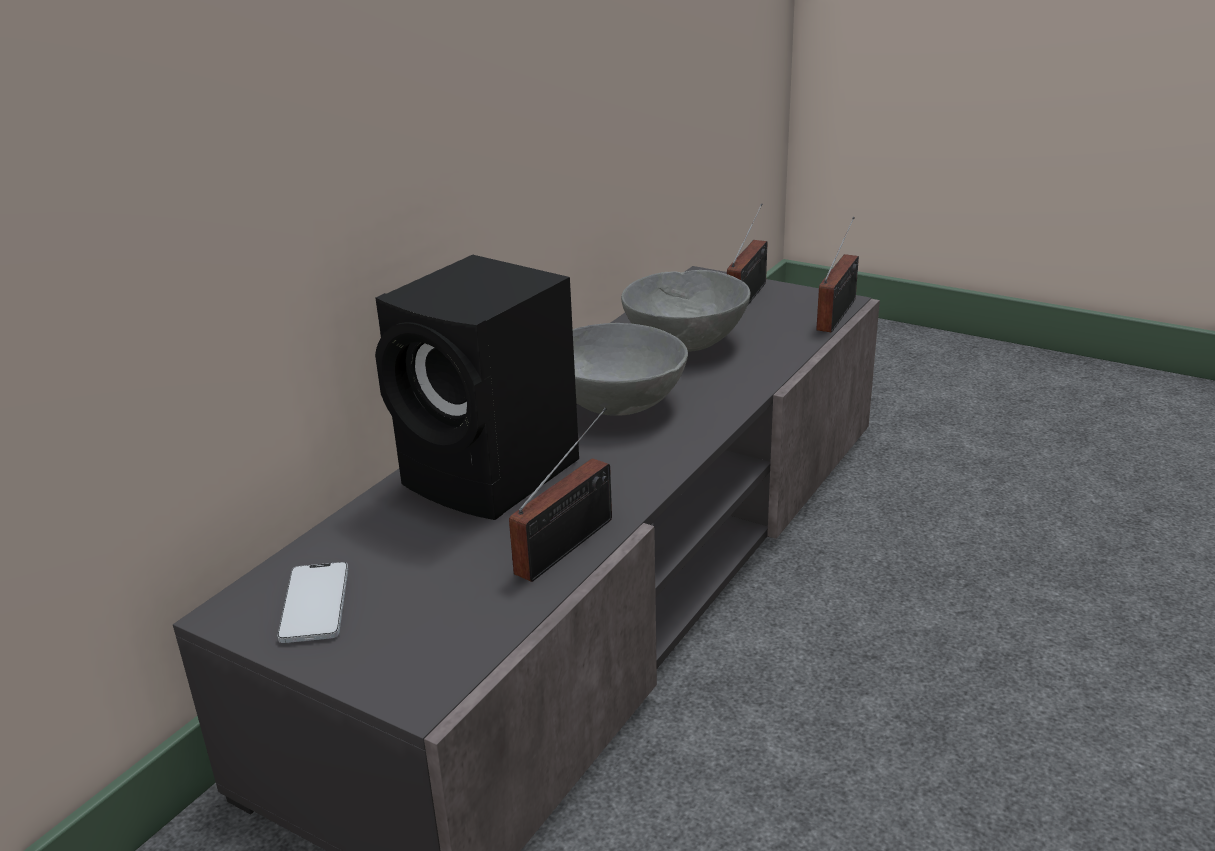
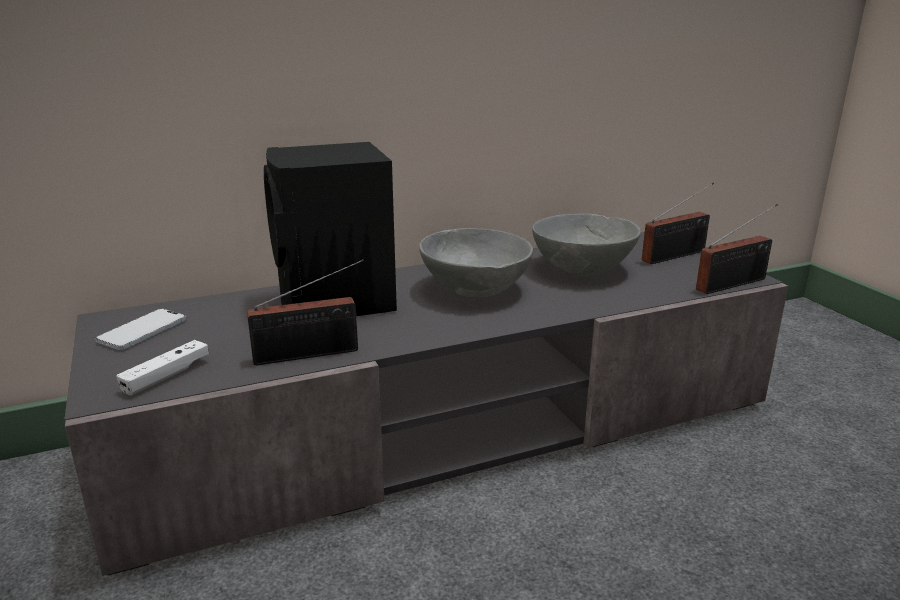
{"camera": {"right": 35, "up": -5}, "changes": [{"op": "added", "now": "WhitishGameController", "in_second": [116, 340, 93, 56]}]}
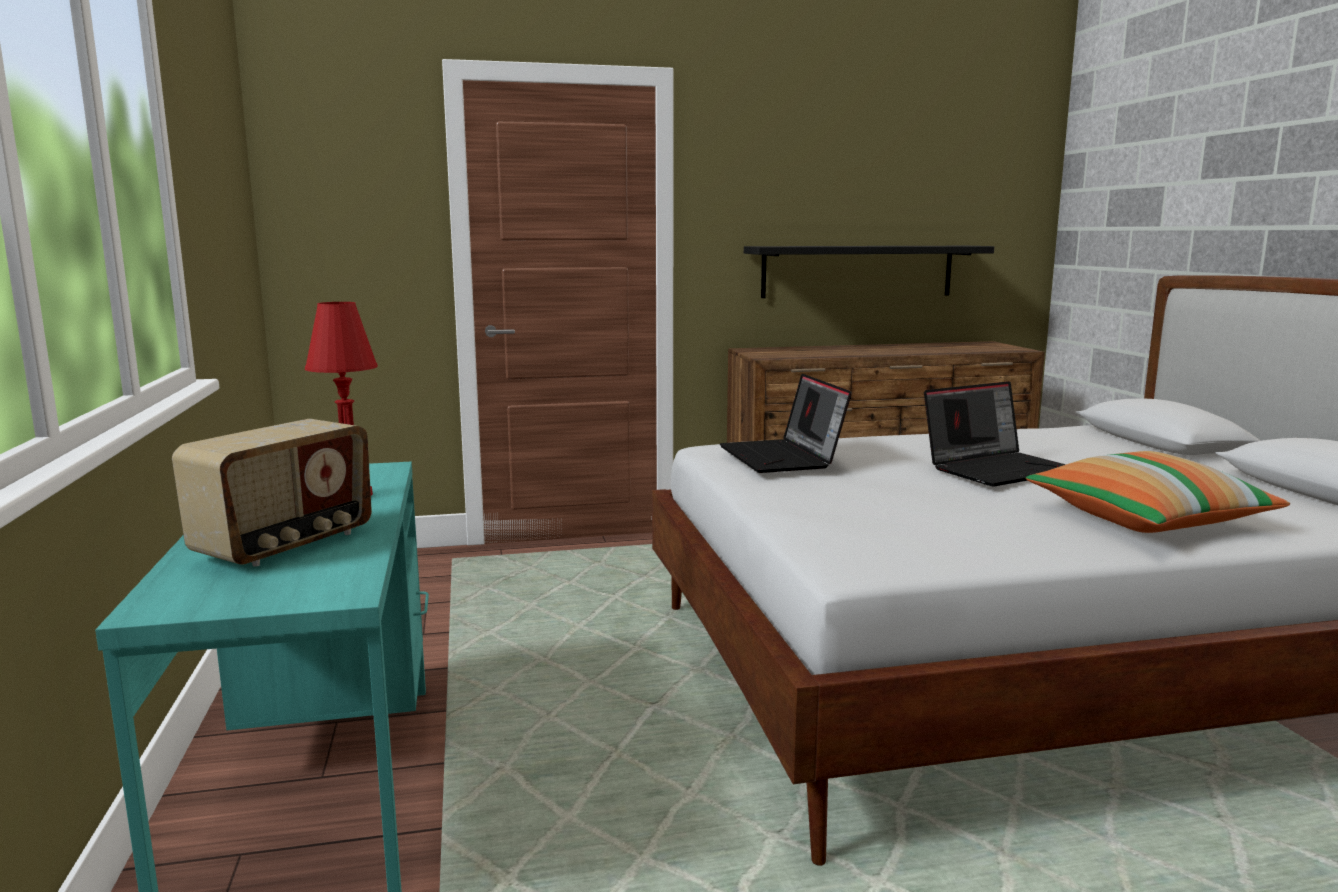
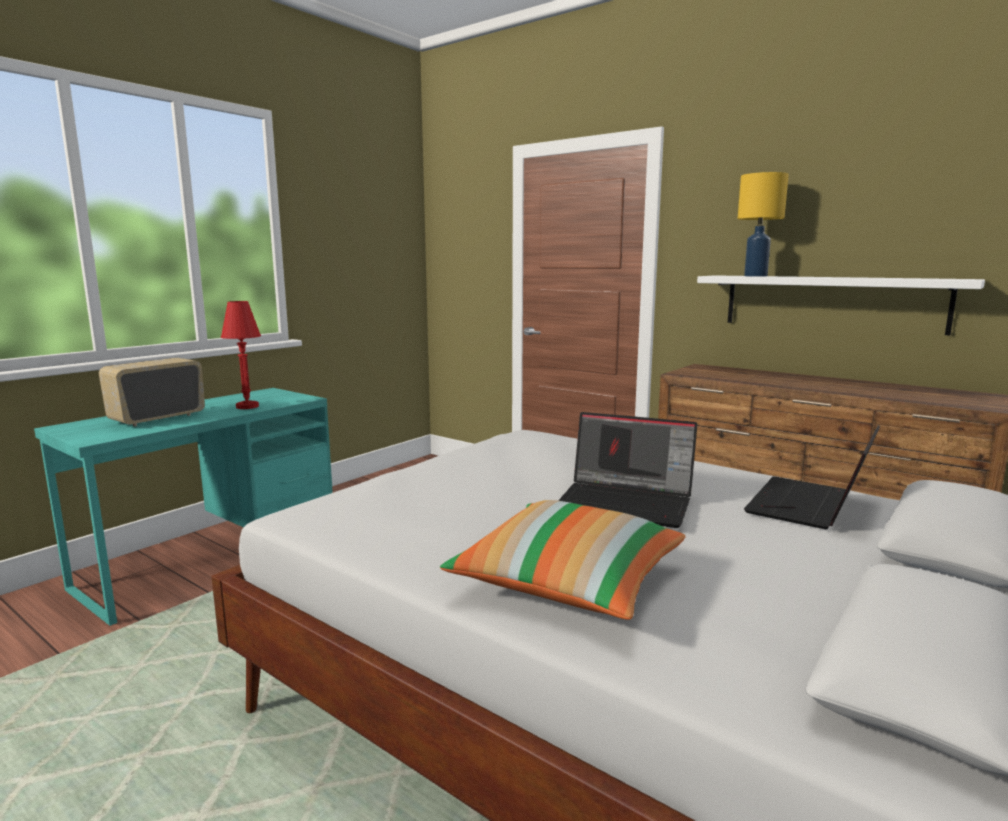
{"camera": {"right": 50, "up": 0}, "changes": [{"op": "turned", "was": "RadioSet", "in_first": [172, 419, 200, 148], "in_second": [99, 358, 106, 68], "clockwise": 135}, {"op": "recoloured", "was": "BlackColouredBracketShelf", "now": "WhitishBracketShelf", "in_first": [744, 246, 250, 52], "in_second": [697, 275, 288, 60]}, {"op": "added", "now": "YellowTabletopLamp", "in_second": [738, 172, 51, 105]}, {"op": "moved", "was": "NotebookComputer", "in_first": [720, 374, 132, 99], "in_second": [744, 425, 136, 104]}]}
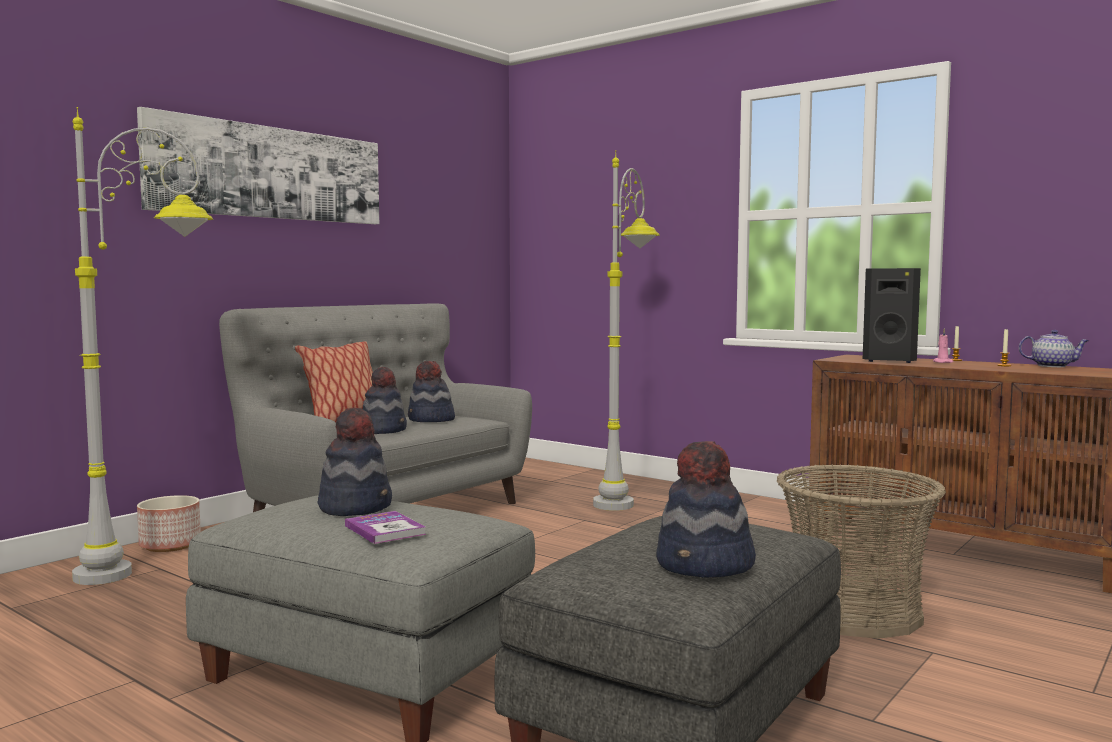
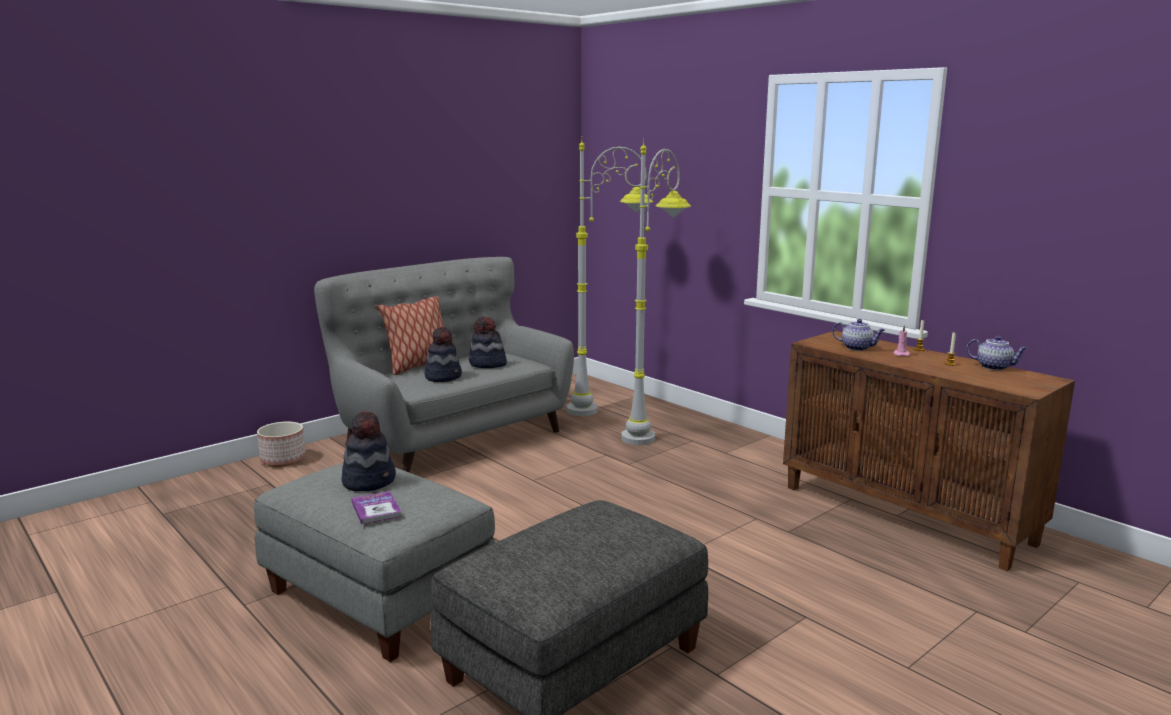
{"camera": {"right": 10, "up": 10}, "changes": [{"op": "moved", "was": "GreyishStandingLamp", "in_first": [72, 107, 141, 478], "in_second": [567, 139, 86, 277]}, {"op": "replaced", "was": "BlackColouredLoudspeaker", "now": "Teapot", "in_first": [863, 268, 58, 95], "in_second": [833, 319, 52, 32]}, {"op": "removed", "was": "Picture", "in_first": [137, 107, 242, 117]}, {"op": "removed", "was": "WearableHat", "in_first": [656, 441, 100, 137]}, {"op": "removed", "was": "Basket", "in_first": [777, 464, 169, 175]}]}
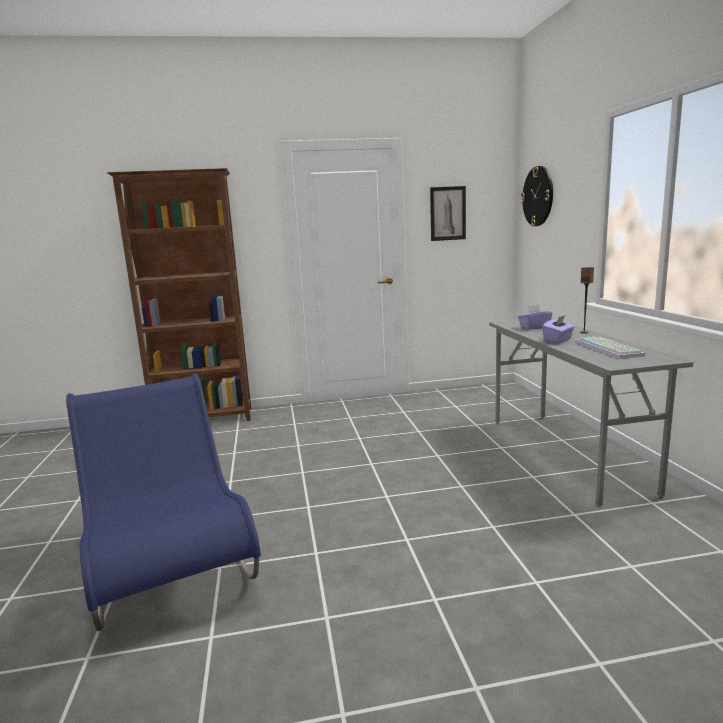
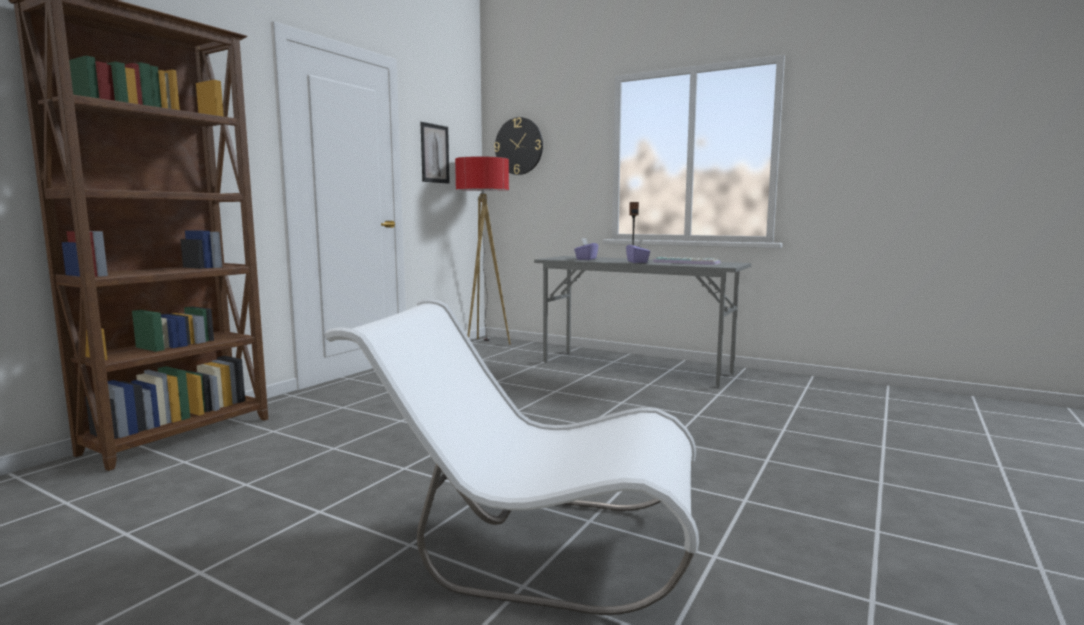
{"camera": {"right": -50, "up": -5}, "changes": [{"op": "recoloured", "was": "BlueColouredUprightChair", "now": "WhitishUprightChair", "in_first": [66, 373, 195, 258], "in_second": [325, 299, 374, 316]}, {"op": "added", "now": "StandingLamp", "in_second": [455, 156, 56, 189]}]}
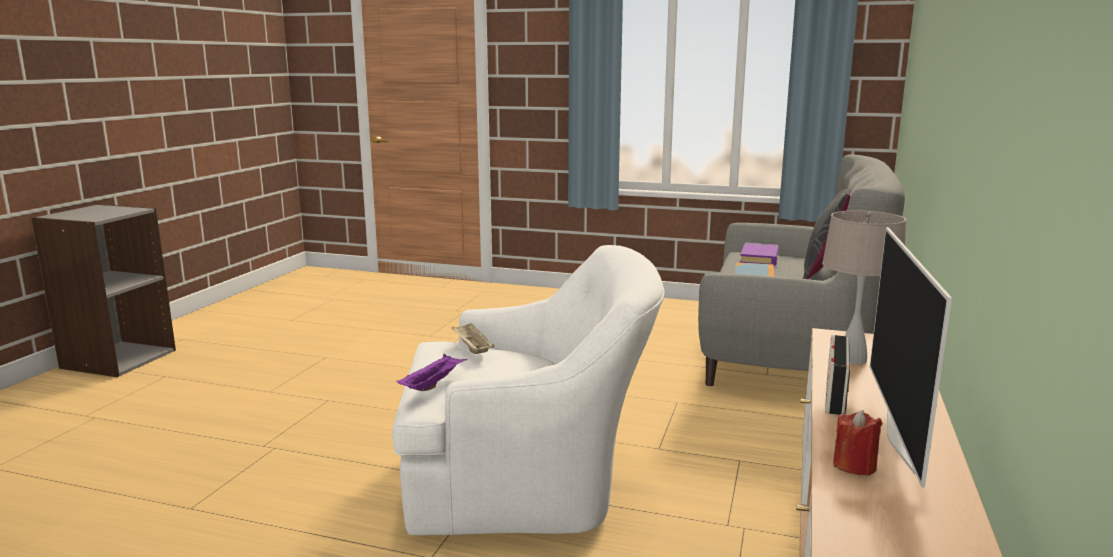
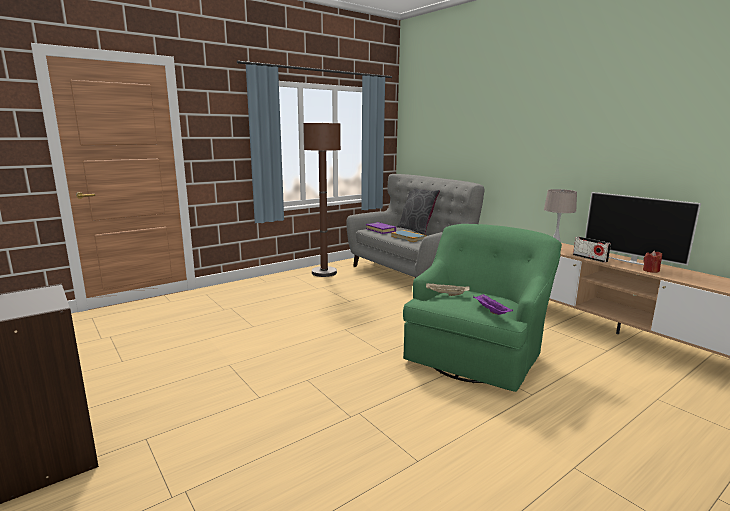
{"camera": {"right": -55, "up": 0}, "changes": [{"op": "added", "now": "BrownishStandingLamp", "in_second": [303, 123, 38, 154]}, {"op": "recoloured", "was": "WhitishLoungeChair", "now": "GreenColouredLoungeChair", "in_first": [392, 245, 273, 291], "in_second": [403, 224, 159, 168]}]}
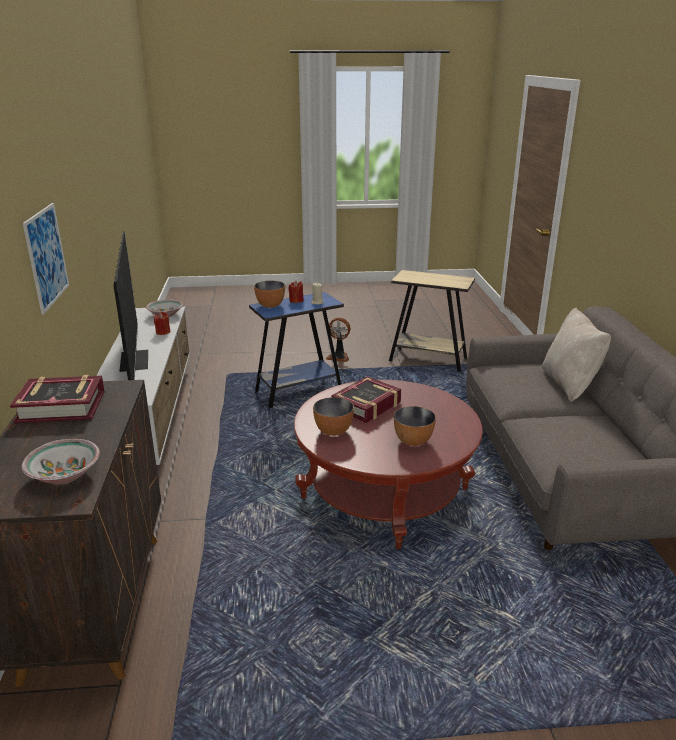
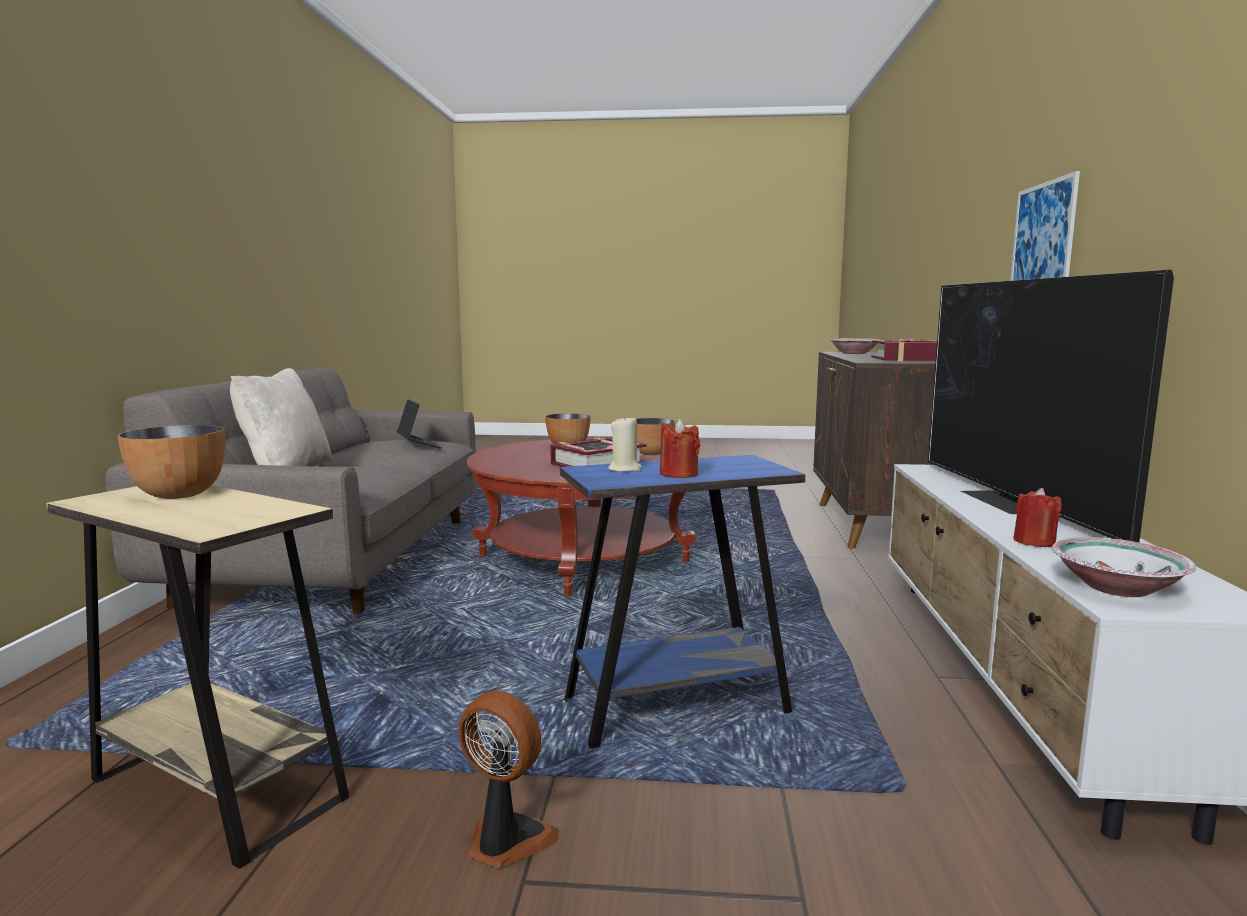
{"camera": {"right": -170, "up": -15}, "changes": [{"op": "moved", "was": "DeepDish", "in_first": [254, 281, 31, 27], "in_second": [118, 425, 107, 74]}, {"op": "added", "now": "NotebookComputer", "in_second": [397, 399, 45, 50]}]}
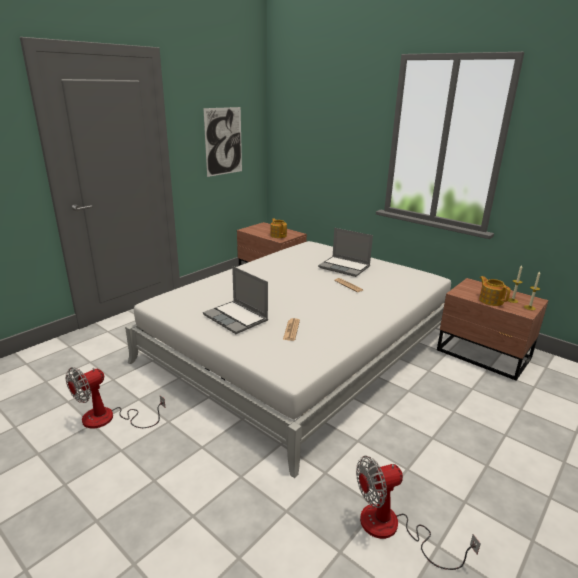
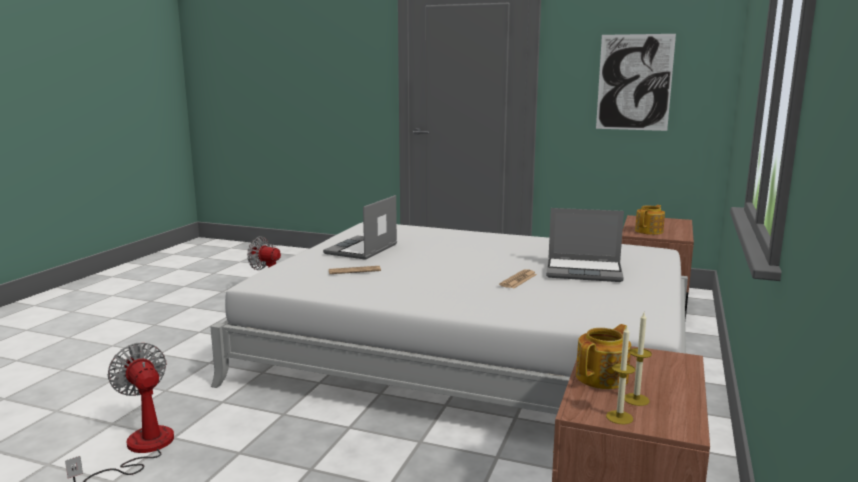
{"camera": {"right": 70, "up": -10}, "changes": [{"op": "turned", "was": "NotebookComputer", "in_first": [318, 228, 55, 49], "in_second": [546, 208, 78, 74], "clockwise": -90}]}
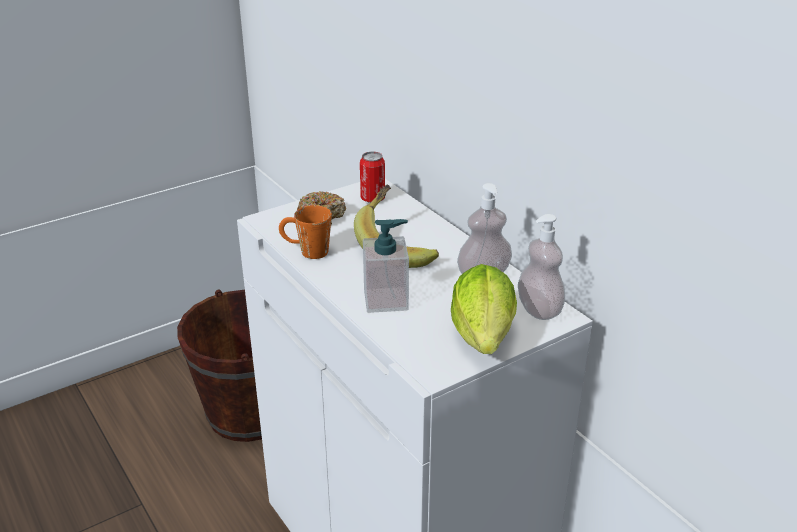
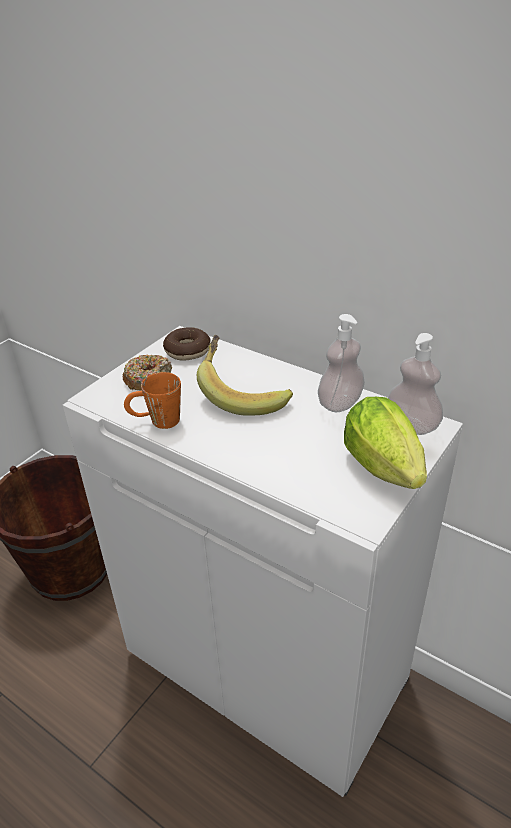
{"camera": {"right": -20, "up": 5}, "changes": [{"op": "replaced", "was": "SealedCan", "now": "Doughnut", "in_first": [360, 152, 25, 51], "in_second": [163, 327, 48, 34]}, {"op": "removed", "was": "LiquidSoapBottle", "in_first": [363, 219, 46, 94]}]}
